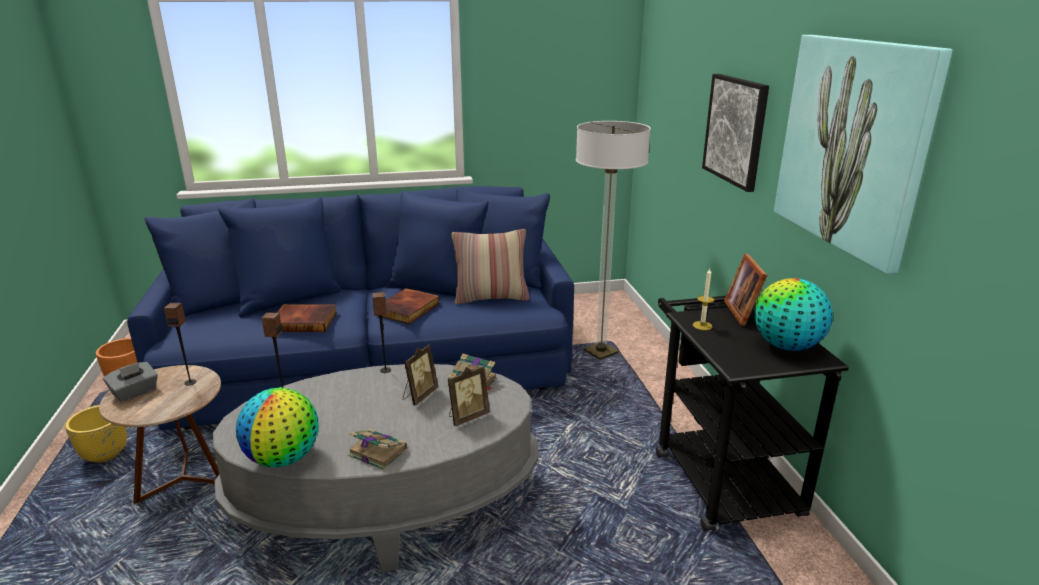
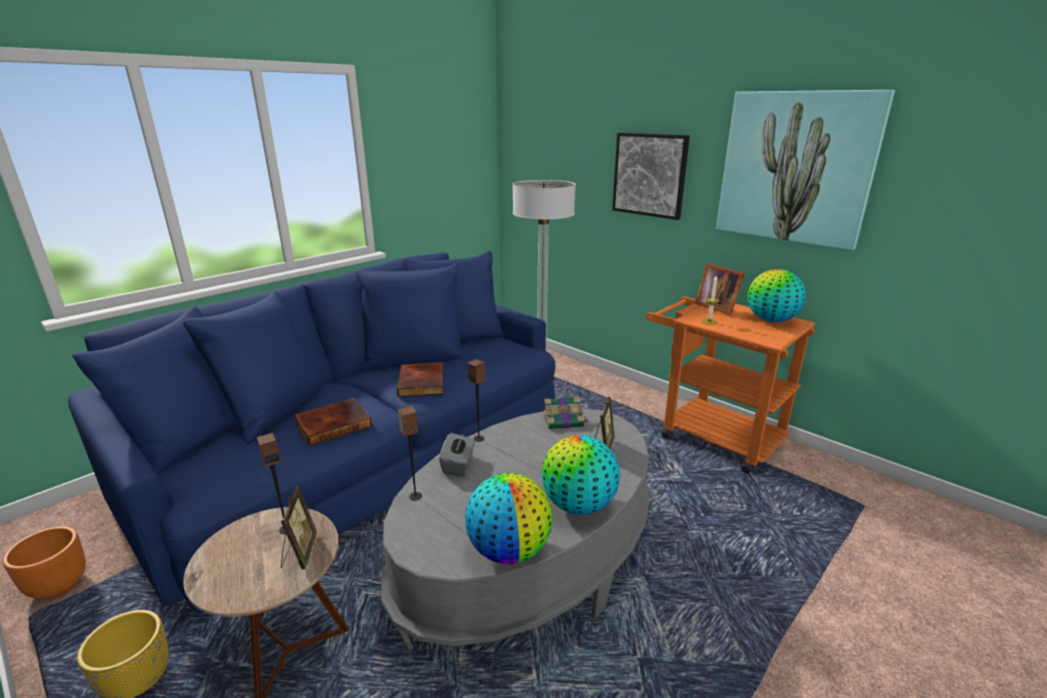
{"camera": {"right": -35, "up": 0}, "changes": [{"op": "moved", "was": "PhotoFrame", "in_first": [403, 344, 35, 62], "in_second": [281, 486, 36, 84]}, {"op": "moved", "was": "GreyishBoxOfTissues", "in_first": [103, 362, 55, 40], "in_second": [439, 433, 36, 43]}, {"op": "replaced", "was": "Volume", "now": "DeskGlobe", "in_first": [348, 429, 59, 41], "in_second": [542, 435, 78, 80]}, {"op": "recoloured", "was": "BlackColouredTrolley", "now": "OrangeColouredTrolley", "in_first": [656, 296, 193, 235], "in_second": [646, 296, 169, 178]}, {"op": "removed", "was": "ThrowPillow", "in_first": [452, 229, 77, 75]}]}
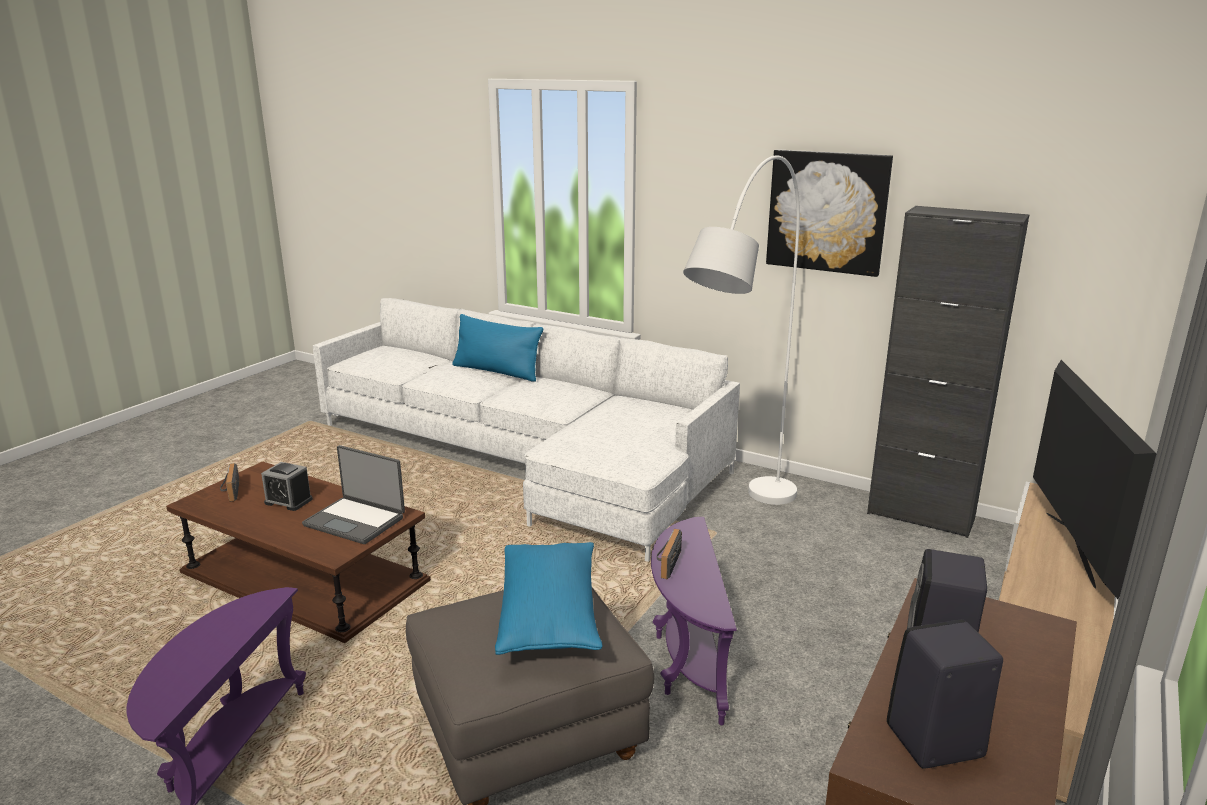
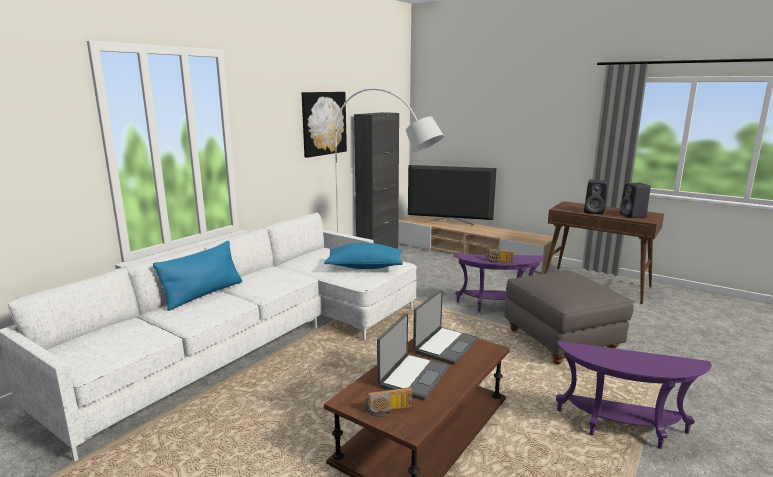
{"camera": {"right": -85, "up": -5}, "changes": [{"op": "moved", "was": "BlueColouredThrowPillow", "in_first": [495, 542, 107, 113], "in_second": [324, 243, 79, 26]}, {"op": "replaced", "was": "BedsideClock", "now": "NotebookComputer", "in_first": [261, 462, 52, 49], "in_second": [377, 313, 72, 87]}]}
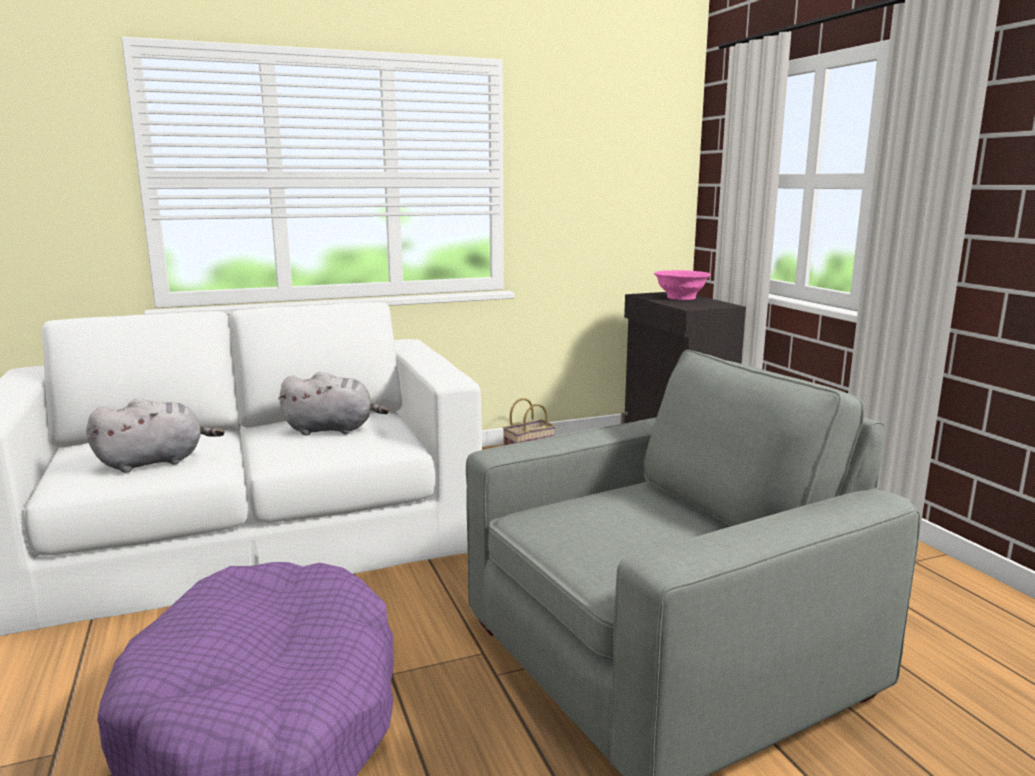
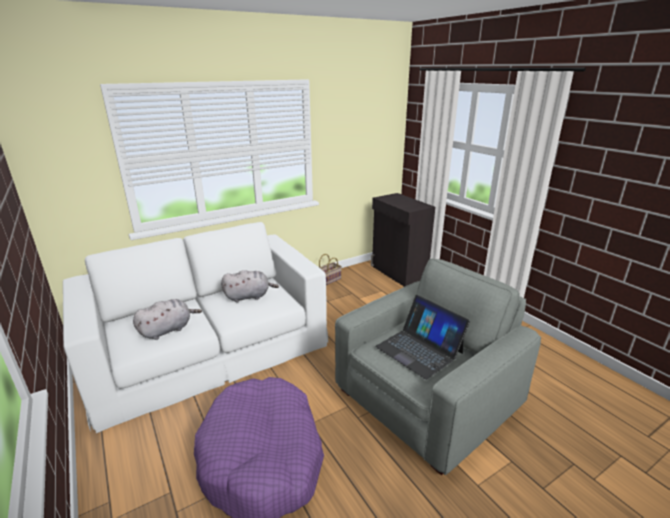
{"camera": {"right": -10, "up": 10}, "changes": [{"op": "added", "now": "NotebookComputer", "in_second": [375, 295, 95, 85]}, {"op": "removed", "was": "PinkColouredDeepDish", "in_first": [654, 270, 57, 30]}]}
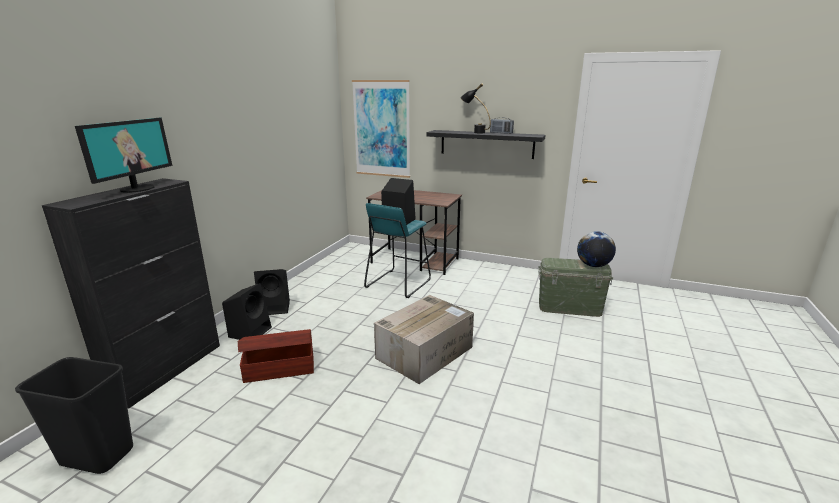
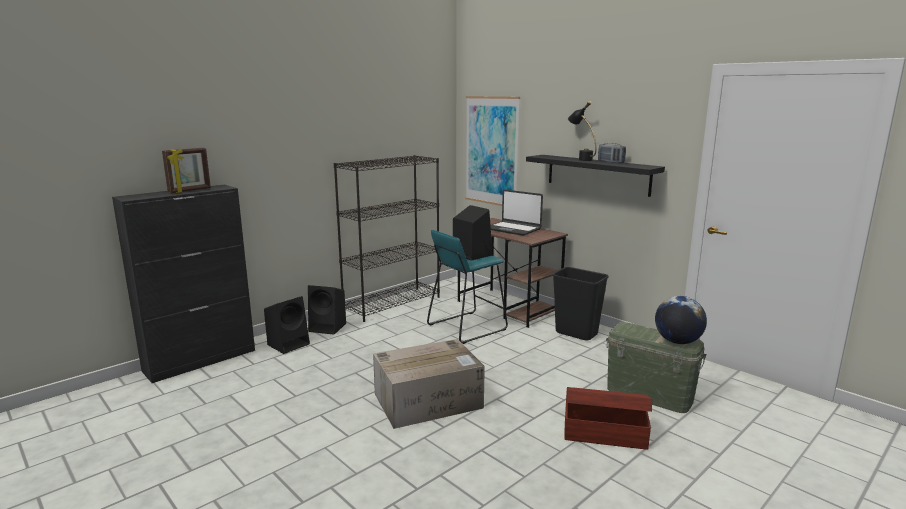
{"camera": {"right": 25, "up": -5}, "changes": [{"op": "replaced", "was": "ComputerScreen", "now": "PhotoFrame", "in_first": [75, 118, 97, 75], "in_second": [162, 148, 49, 45]}, {"op": "added", "now": "BlackColouredBookshelf", "in_second": [334, 155, 106, 167]}, {"op": "added", "now": "NotebookComputer", "in_second": [490, 189, 53, 47]}, {"op": "moved", "was": "BlackColouredRubbishBin", "in_first": [15, 357, 118, 117], "in_second": [553, 267, 55, 73]}, {"op": "moved", "was": "BrownishStorageBin", "in_first": [238, 329, 76, 54], "in_second": [565, 387, 87, 63]}]}
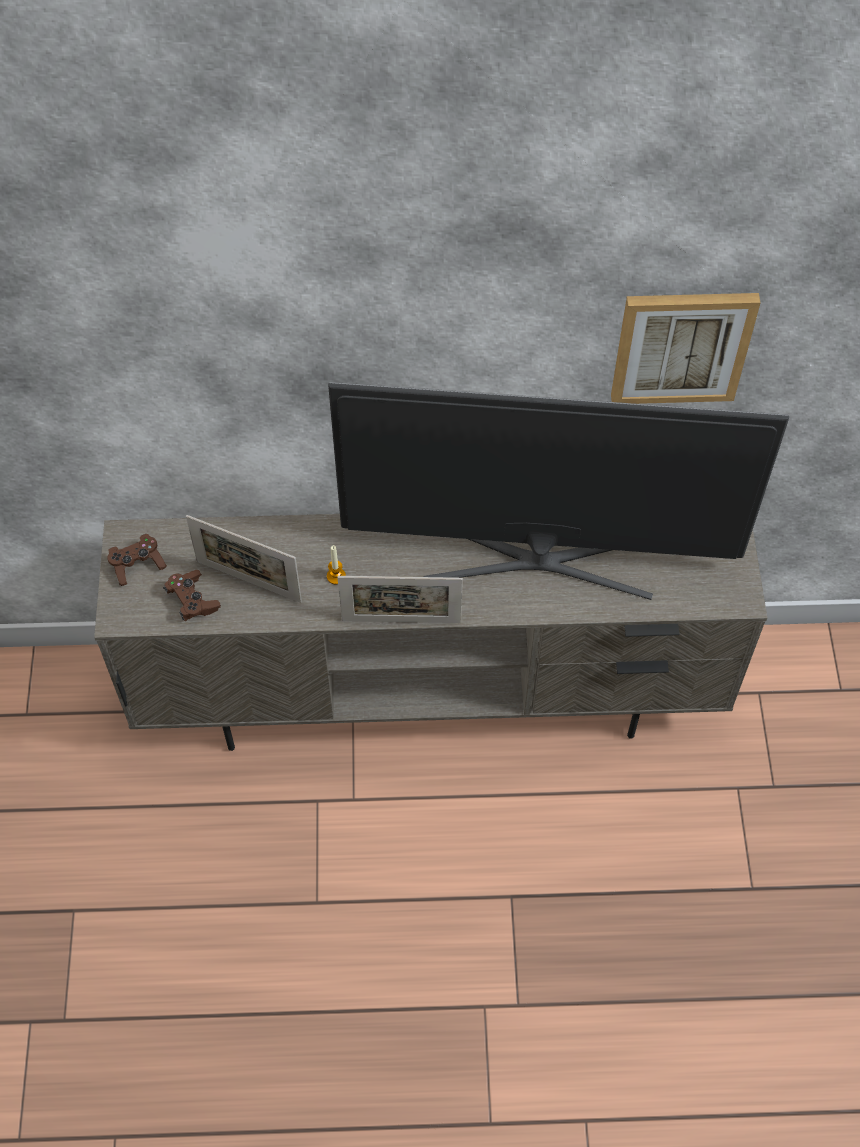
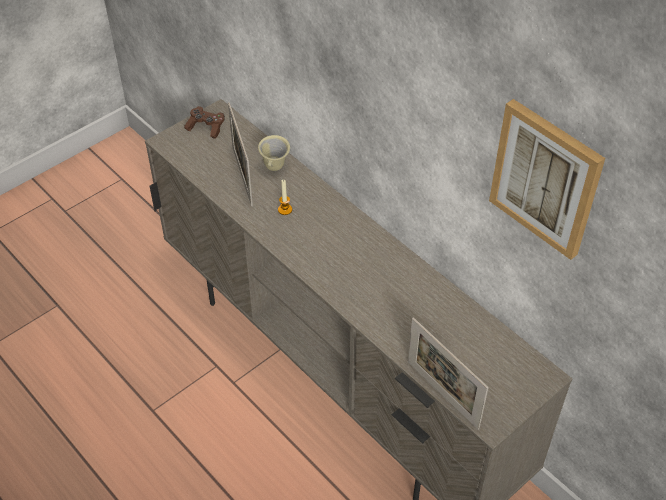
{"camera": {"right": 50, "up": -10}, "changes": [{"op": "added", "now": "SandColouredTeaMug", "in_second": [258, 135, 32, 36]}, {"op": "moved", "was": "PhotoFrame", "in_first": [337, 576, 126, 47], "in_second": [408, 318, 80, 112]}, {"op": "removed", "was": "BrownishGameController", "in_first": [163, 570, 58, 51]}, {"op": "removed", "was": "Television", "in_first": [328, 382, 461, 218]}]}
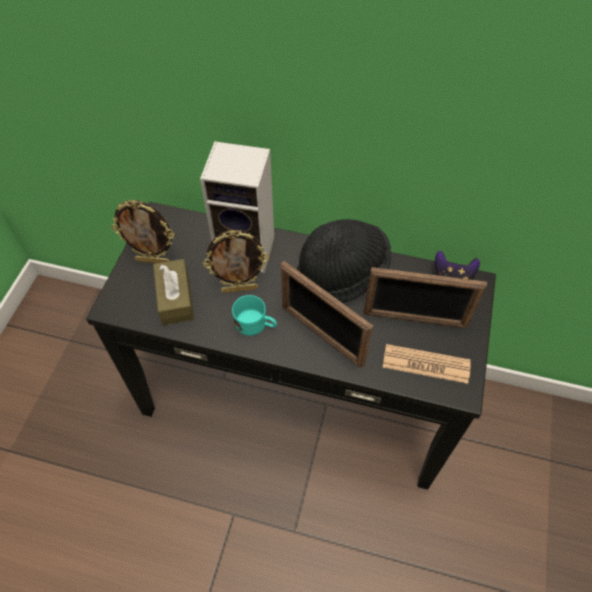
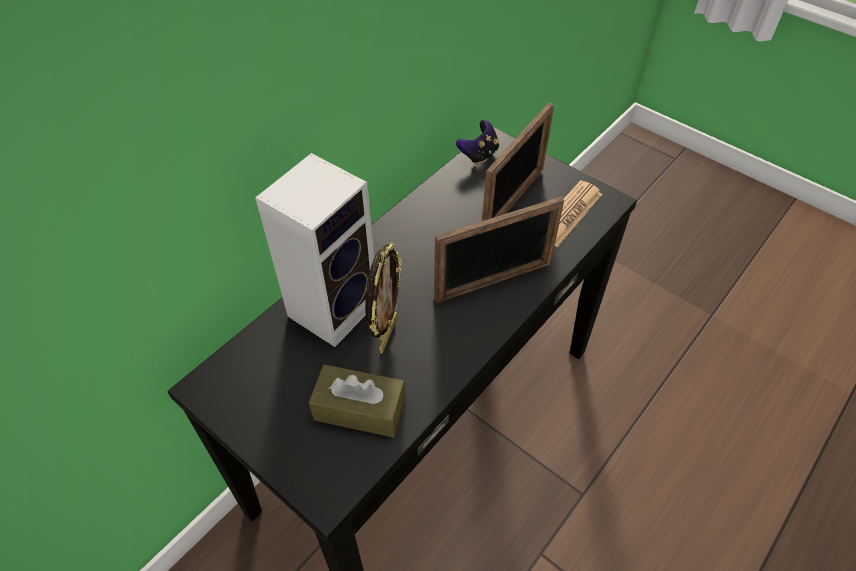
{"camera": {"right": -65, "up": -5}, "changes": [{"op": "removed", "was": "PhotoFrame", "in_first": [111, 200, 63, 63]}, {"op": "removed", "was": "BlueGreenTeaMug", "in_first": [232, 295, 45, 41]}, {"op": "removed", "was": "BlackColouredWearableHat", "in_first": [297, 219, 94, 84]}]}
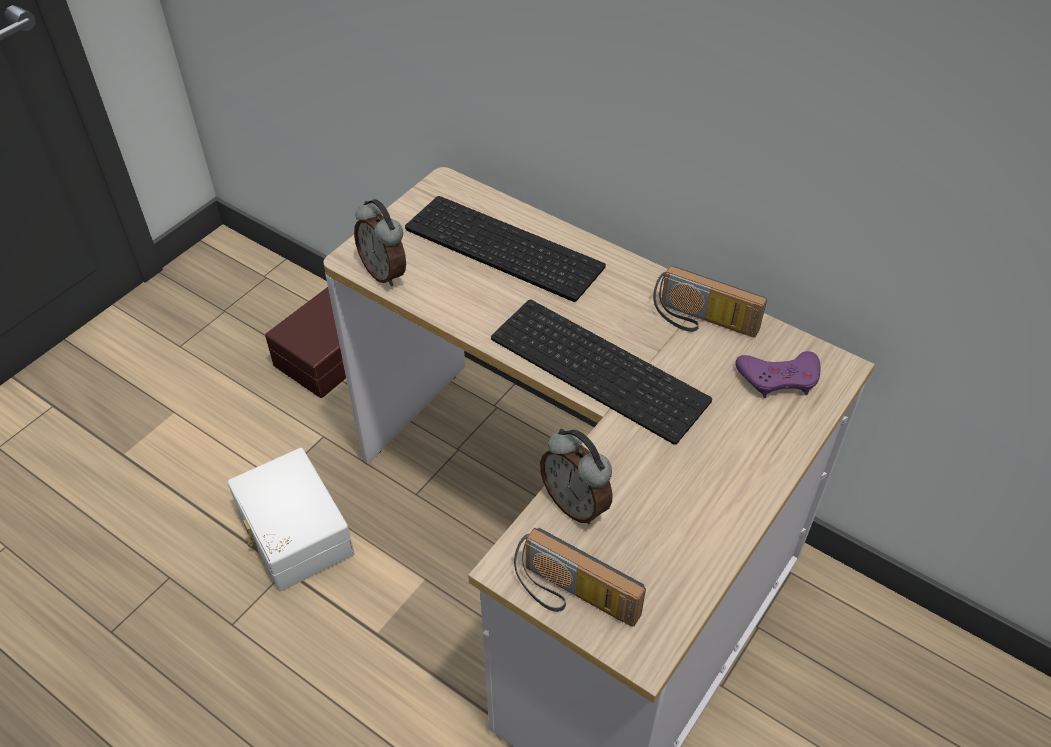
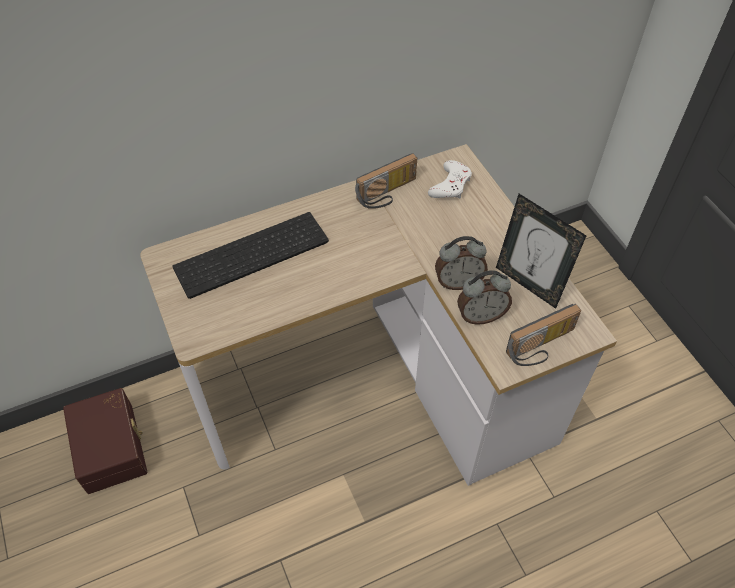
{"camera": {"right": -60, "up": 5}, "changes": [{"op": "recoloured", "was": "PurpleGameController", "now": "WhitishGameController", "in_first": [736, 351, 84, 47], "in_second": [428, 160, 44, 38]}, {"op": "moved", "was": "BedsideClock", "in_first": [354, 199, 52, 88], "in_second": [435, 236, 53, 54]}, {"op": "added", "now": "PhotoFrame", "in_second": [496, 194, 90, 115]}, {"op": "removed", "was": "WhitishStorageBin", "in_first": [227, 448, 127, 143]}, {"op": "removed", "was": "PcKeyboard", "in_first": [491, 300, 221, 145]}]}
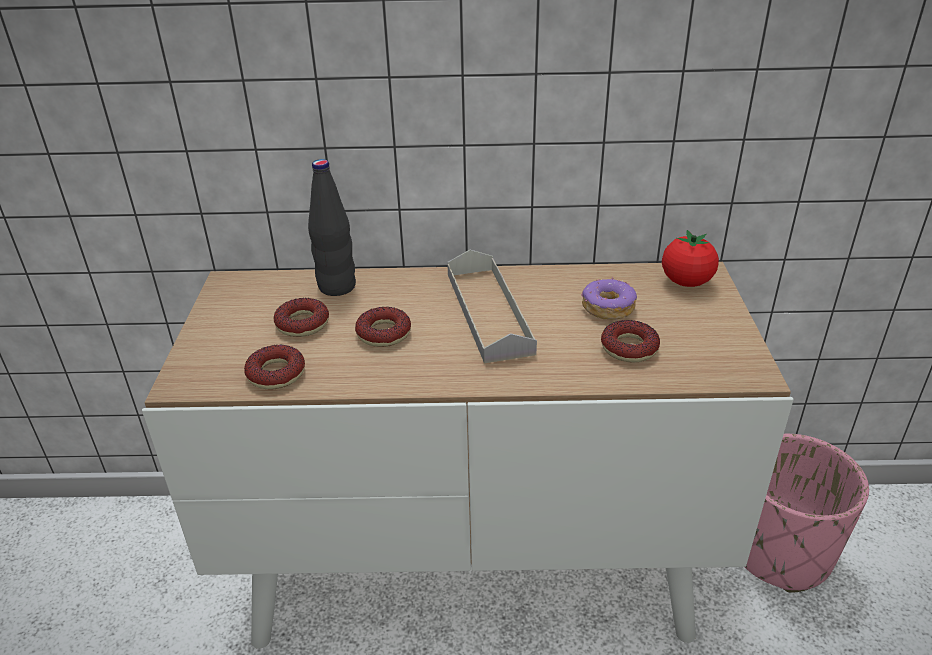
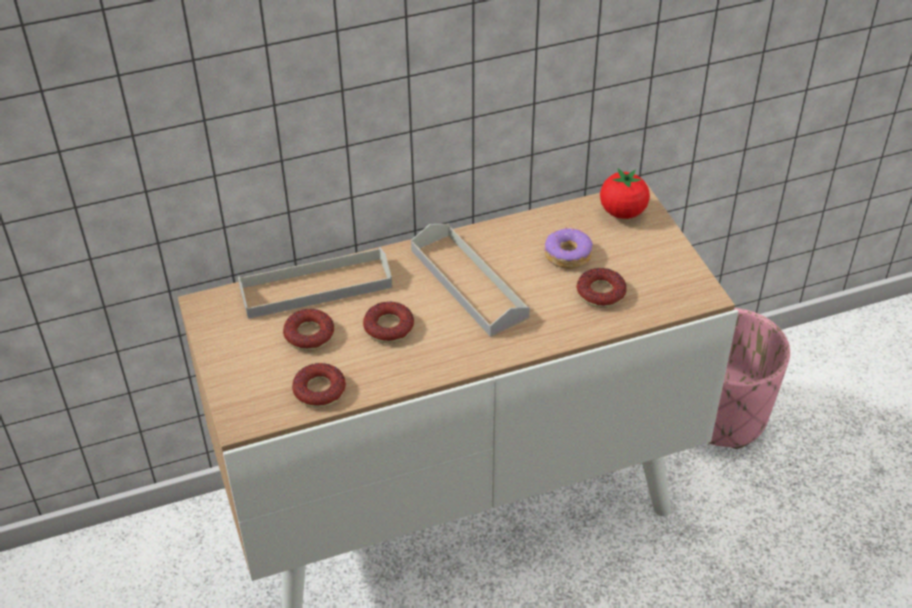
{"camera": {"right": -20, "up": 10}, "changes": [{"op": "replaced", "was": "BlackColouredBottle", "now": "GreyishServingTray", "in_first": [308, 159, 48, 137], "in_second": [238, 247, 154, 72]}]}
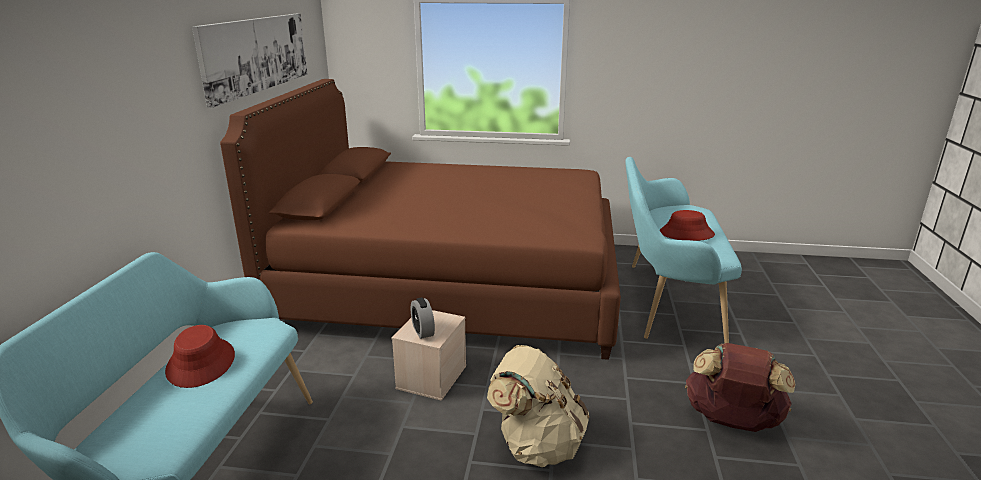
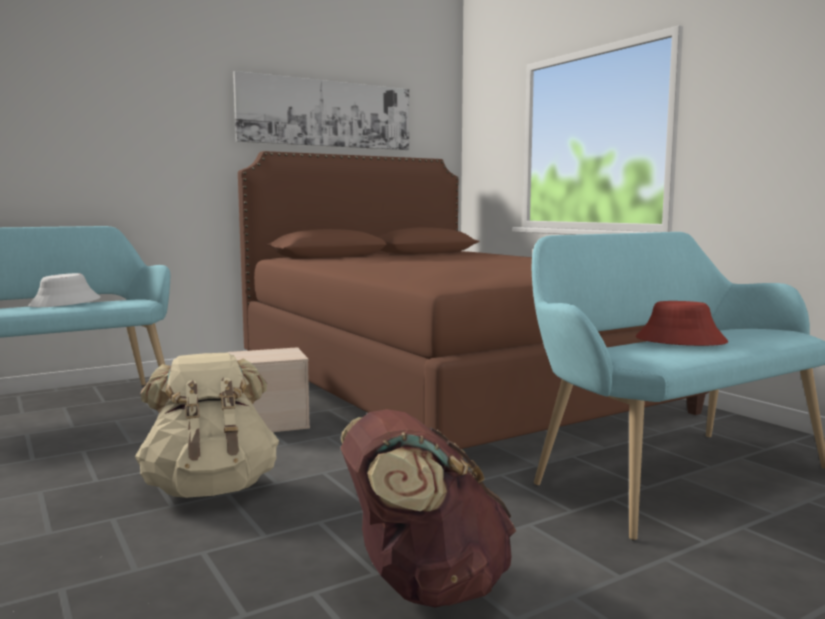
{"camera": {"right": 50, "up": -15}, "changes": [{"op": "recoloured", "was": "ReddishWearableHat", "now": "WhitishWearableHat", "in_first": [165, 325, 70, 63], "in_second": [28, 273, 73, 34]}, {"op": "removed", "was": "BedsideClock", "in_first": [411, 298, 24, 41]}]}
